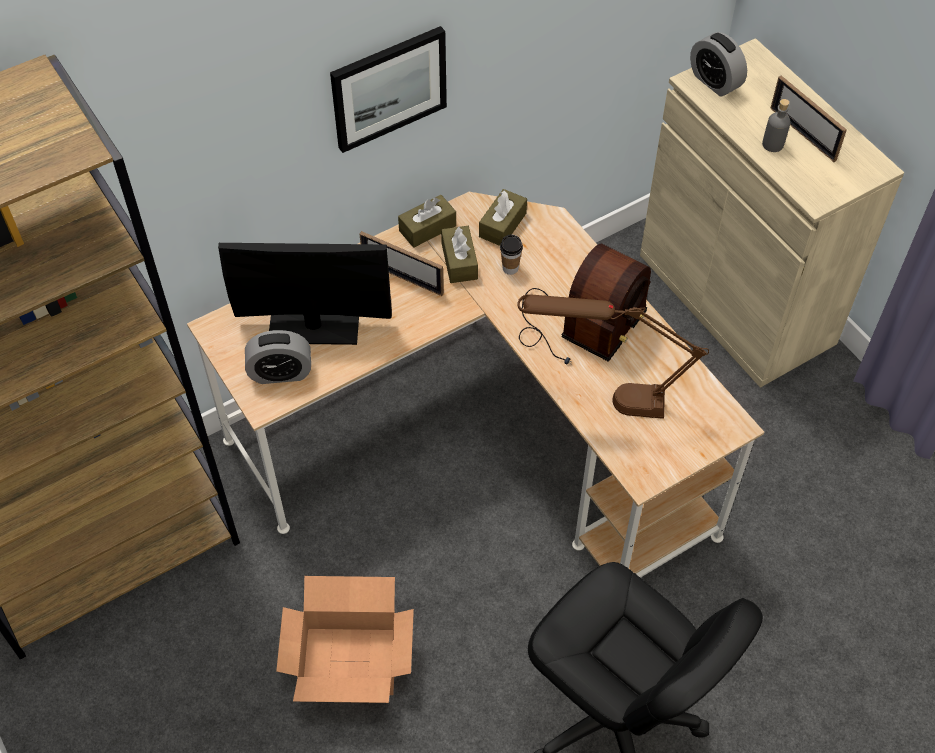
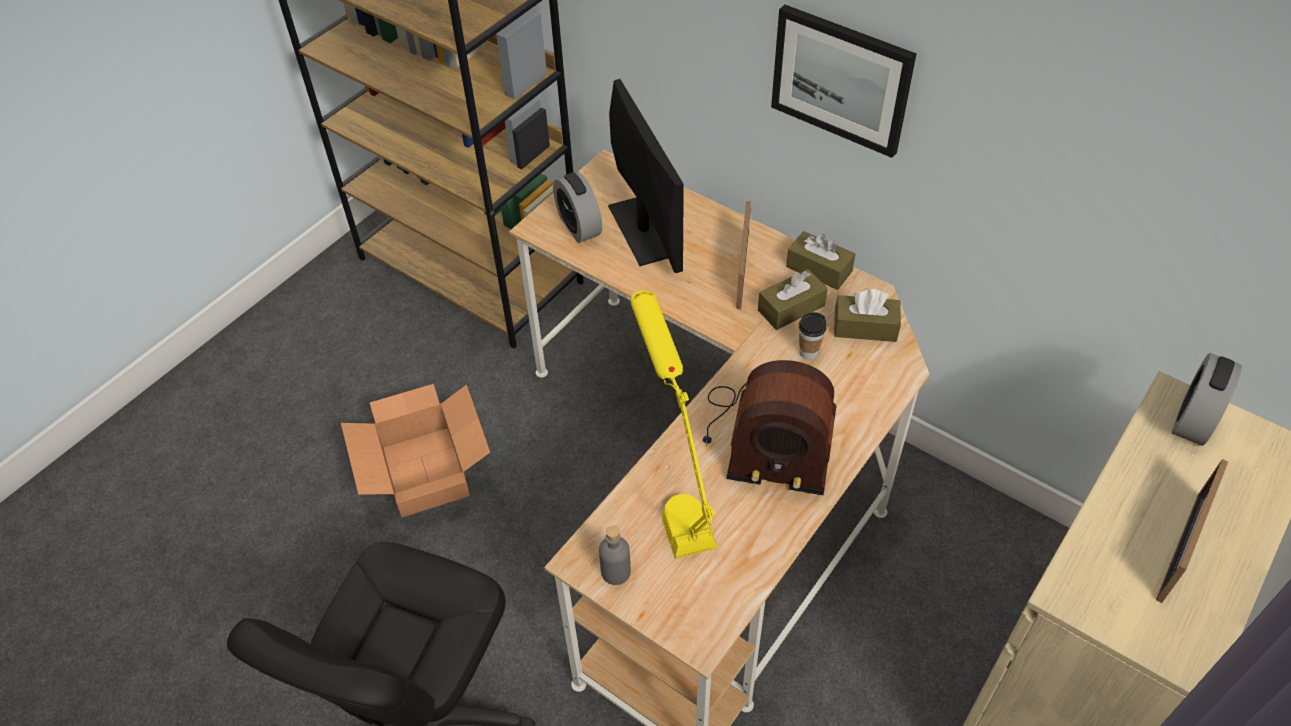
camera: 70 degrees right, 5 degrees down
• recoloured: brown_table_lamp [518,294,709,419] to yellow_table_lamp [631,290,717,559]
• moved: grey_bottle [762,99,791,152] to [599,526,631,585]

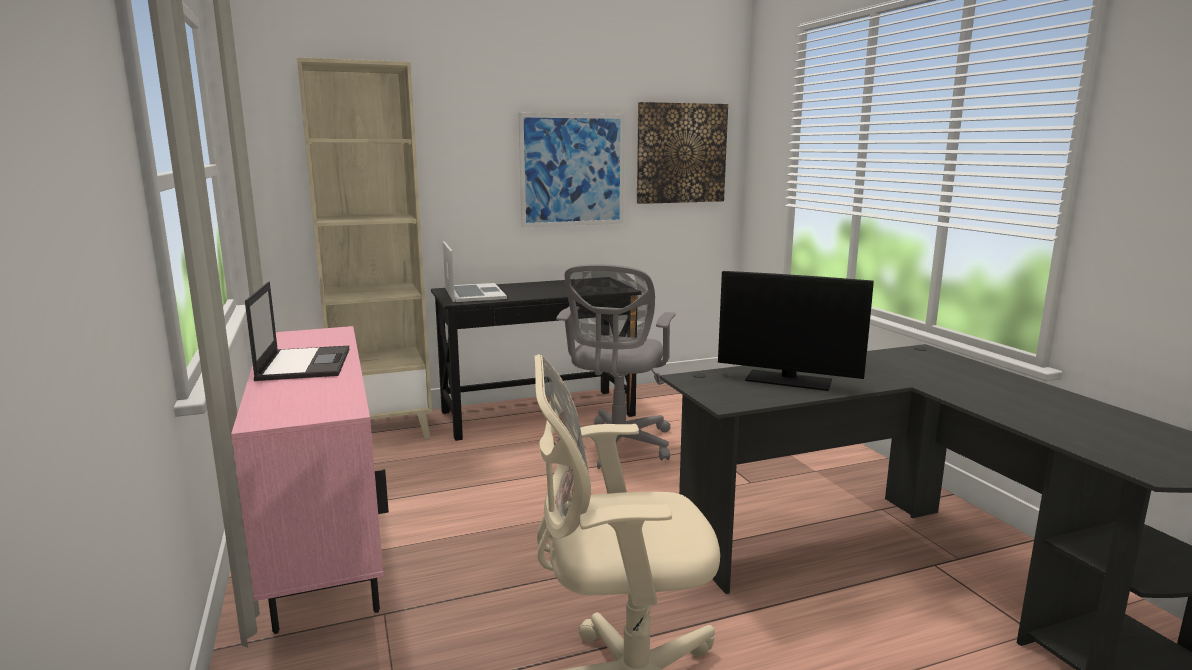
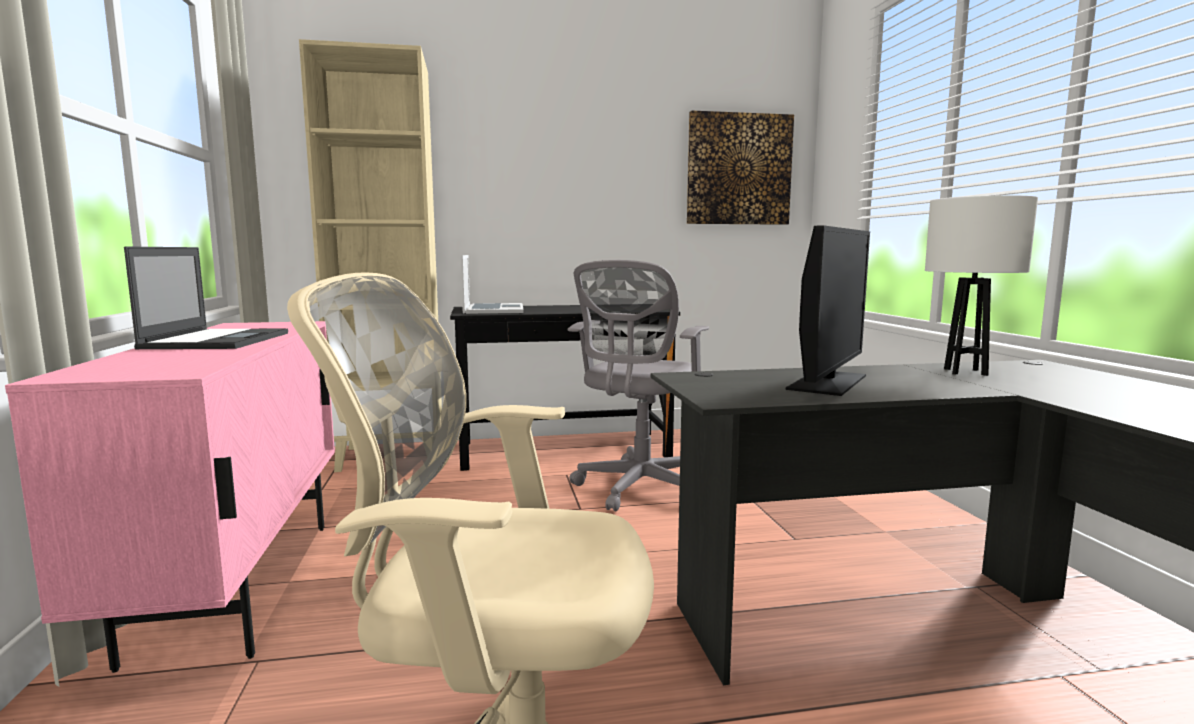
camera: 10 degrees right, 5 degrees down
• removed: picture [518,113,625,227]
• turned: monitor [718,271,874,391] = [786,225,870,396] 90 degrees counterclockwise
• added: white_table_lamp [925,195,1038,376]

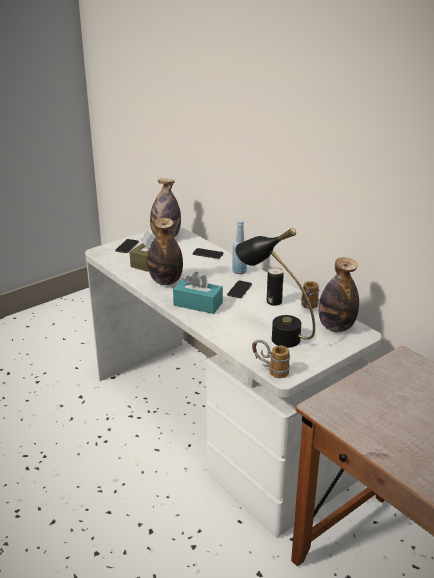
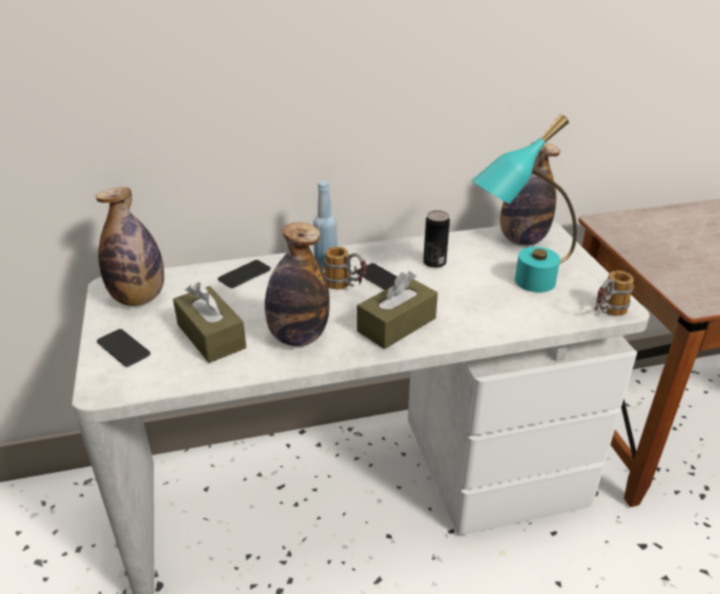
camera: 65 degrees left, 5 degrees up
• recoloured: turquoise_tissue_box [173,272,223,314] to brown_tissue_box [357,271,438,349]
• recoloured: black_table_lamp [235,228,315,348] to turquoise_table_lamp [471,114,577,292]
• moved: mug [301,281,319,309] to [324,246,367,290]

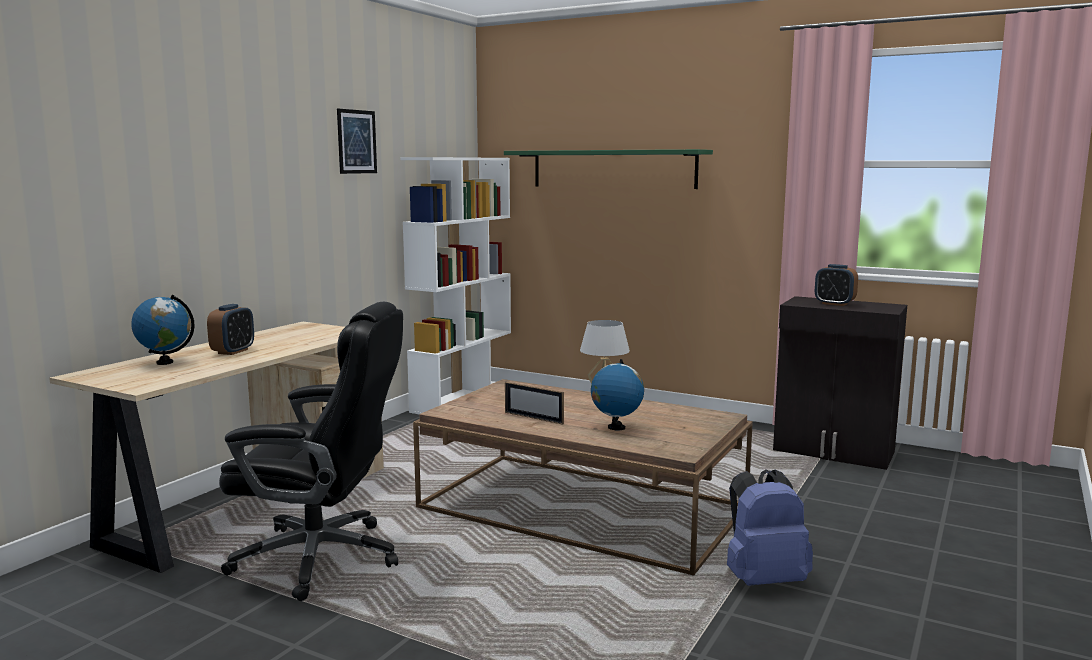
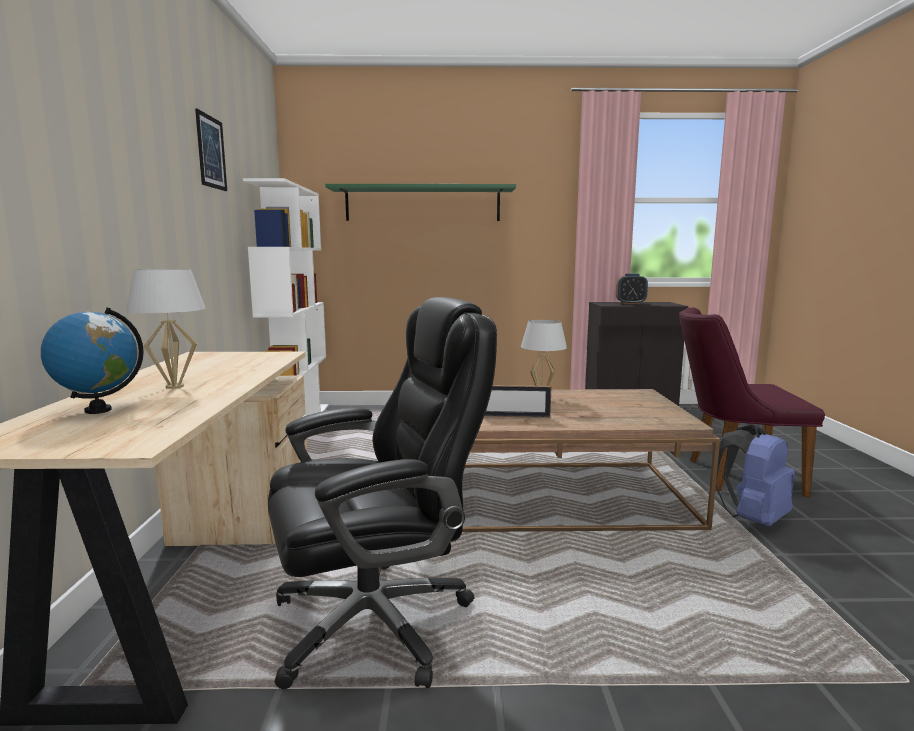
camera: 30 degrees left, 0 degrees up
• replaced: alarm_clock [207,304,254,355] to white_table_lamp [126,269,206,389]
• removed: globe [591,359,644,430]
• added: purple_chair [679,308,825,497]

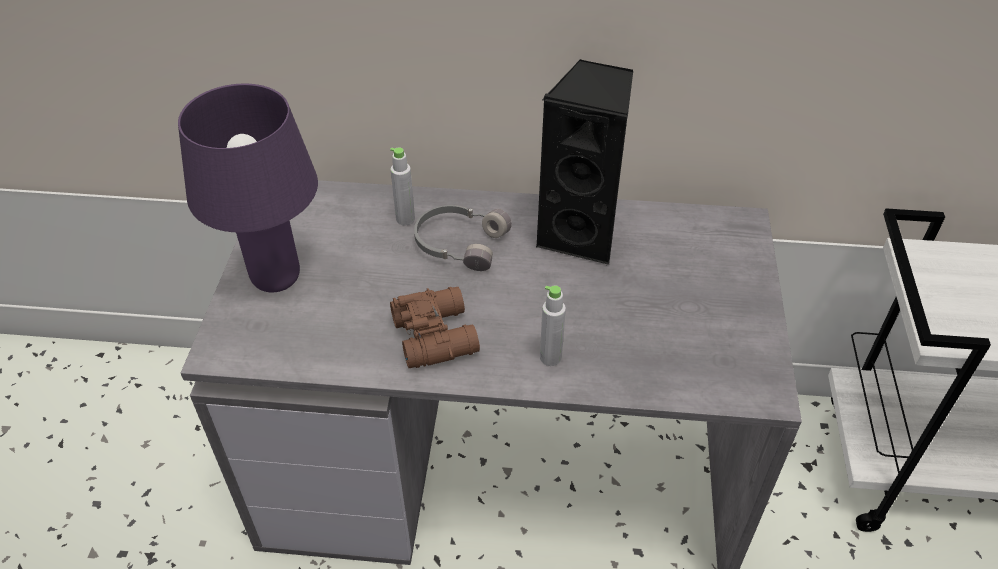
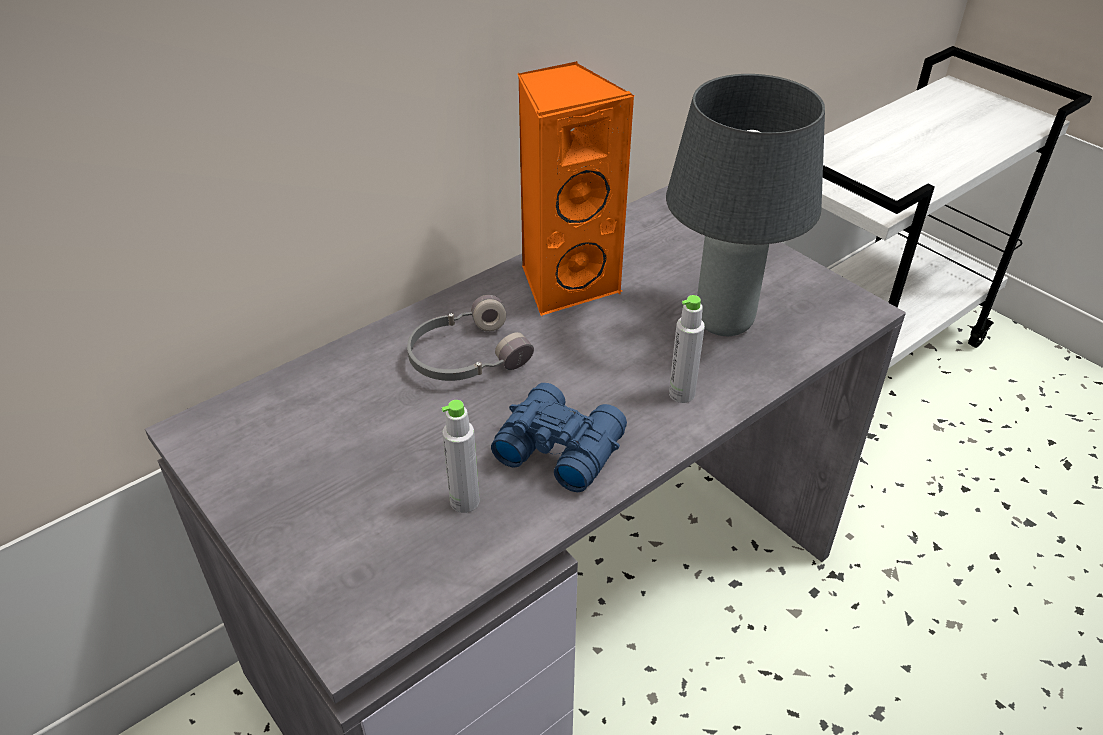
camera: 45 degrees left, 5 degrees down
• removed: purple_table_lamp [178,84,318,292]
• moved: grey_bottle [390,147,415,225] to [442,400,480,513]
• recoloured: brown_binoculars [390,287,480,368] to blue_binoculars [491,383,627,492]
• recoloured: black_speaker [536,59,633,265] to orange_speaker [517,61,634,316]
• added: grey_table_lamp [666,74,825,336]

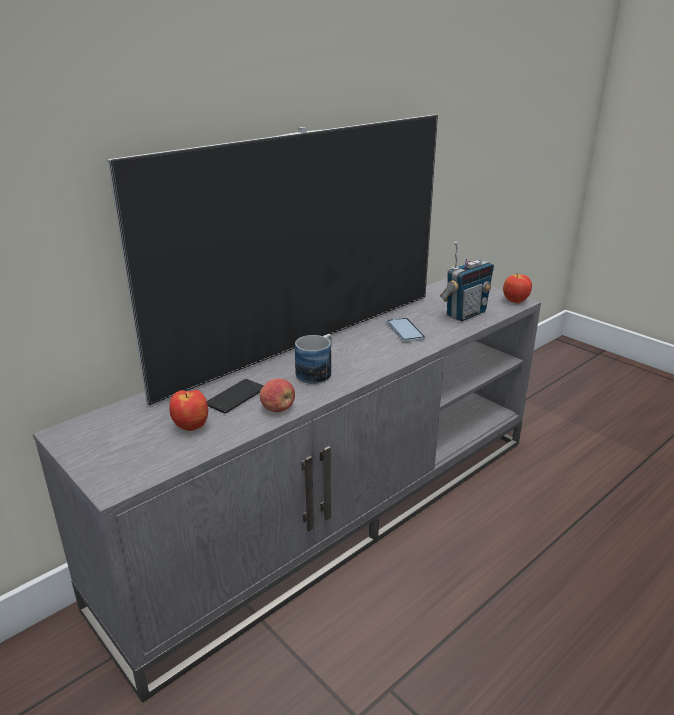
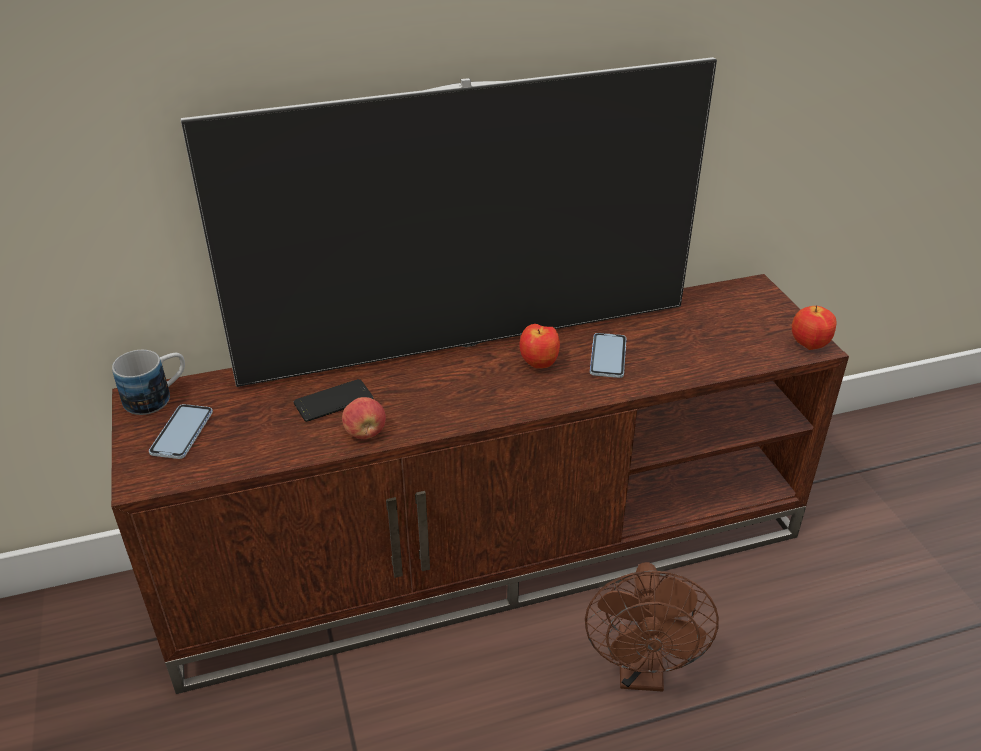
camera: 25 degrees right, 10 degrees up
• recoloured: grey_tv_stand [33,278,541,703] to brown_tv_stand [111,274,849,694]
• moved: apple [169,390,208,431] to [519,324,560,368]
• moved: mug [295,334,333,384] to [112,350,185,415]
• removed: radio [440,242,494,321]
• added: phone [149,404,213,459]
• added: brown_fan [585,562,719,692]

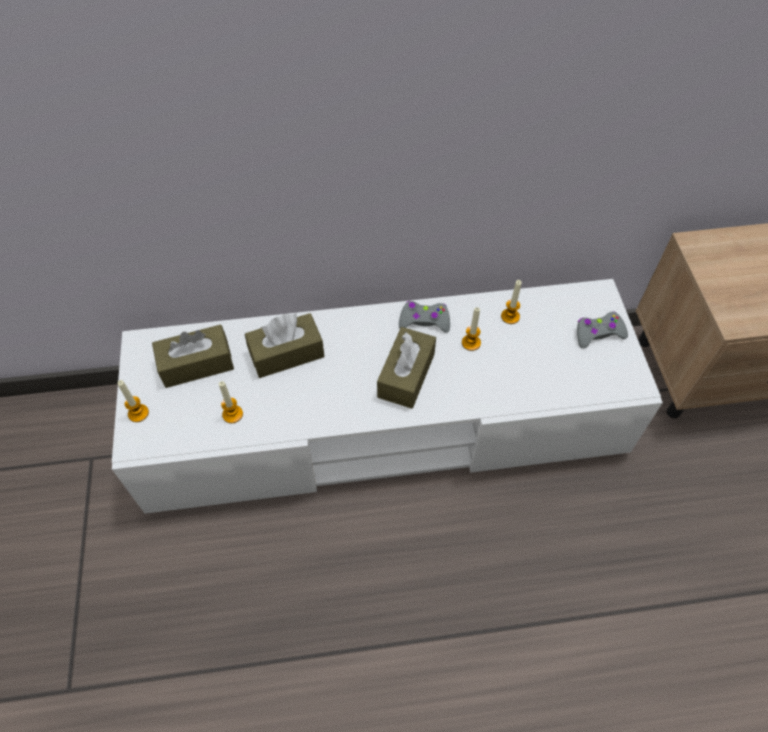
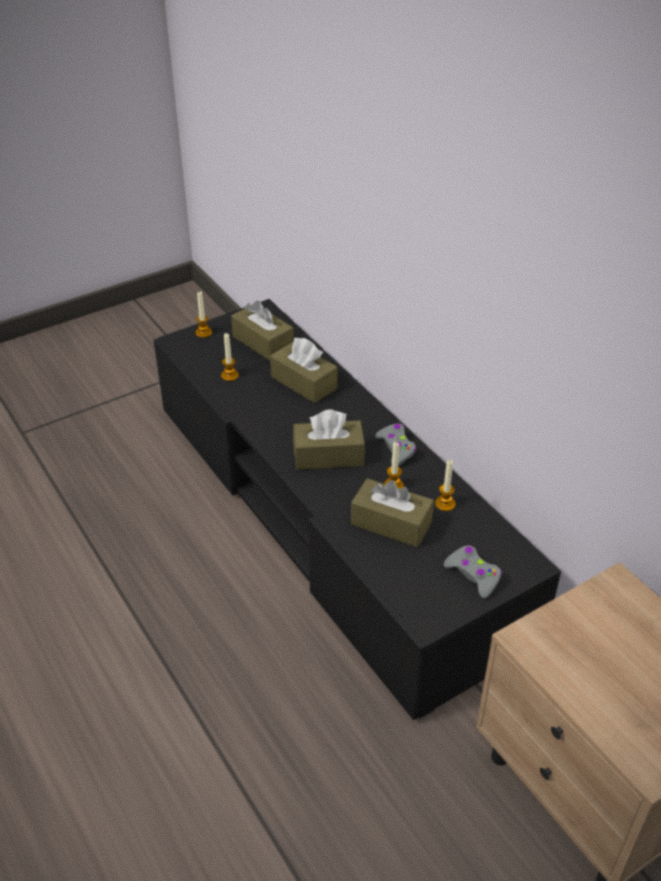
camera: 65 degrees right, 15 degrees down
• recoloured: white_tv_stand [112,279,663,514] to black_tv_stand [153,299,561,720]
• added: brown_tissue_box [351,478,434,547]

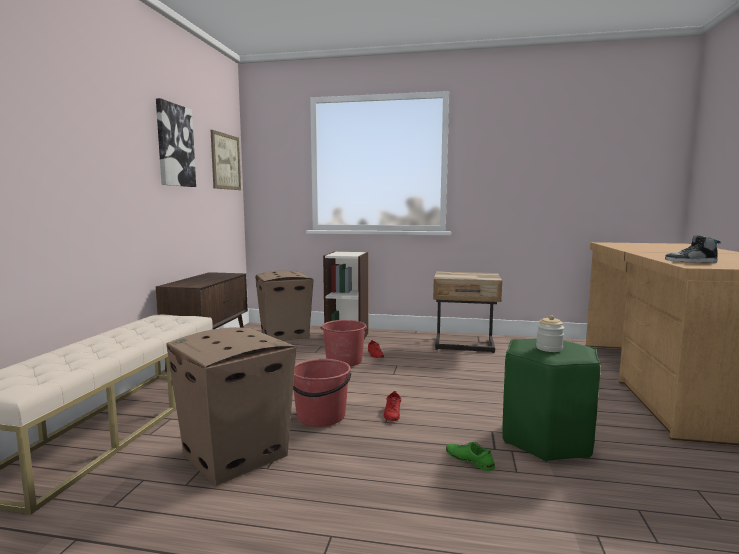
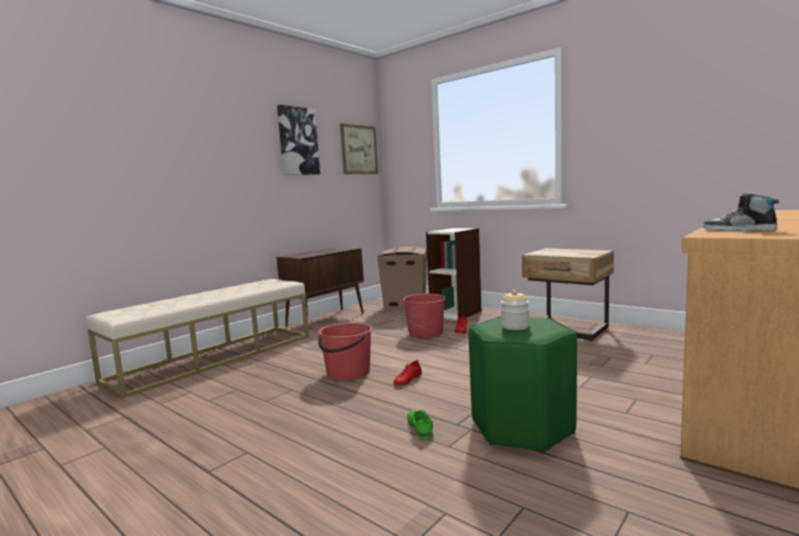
camera: 30 degrees right, 0 degrees up
• removed: cardboard_box [166,327,297,486]

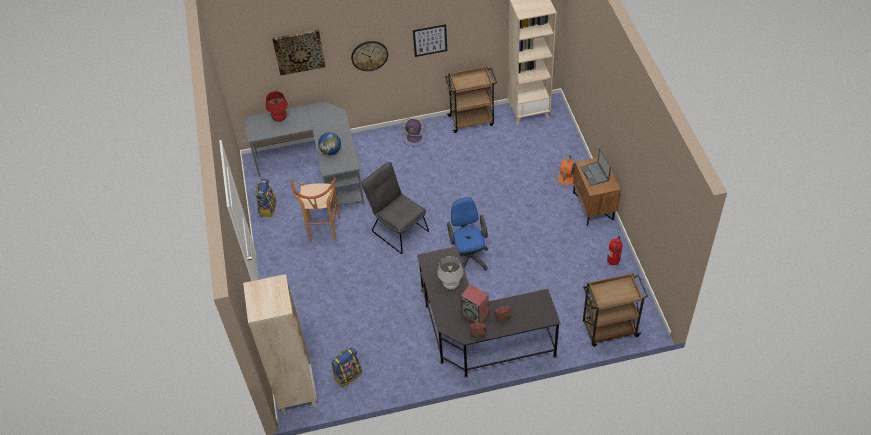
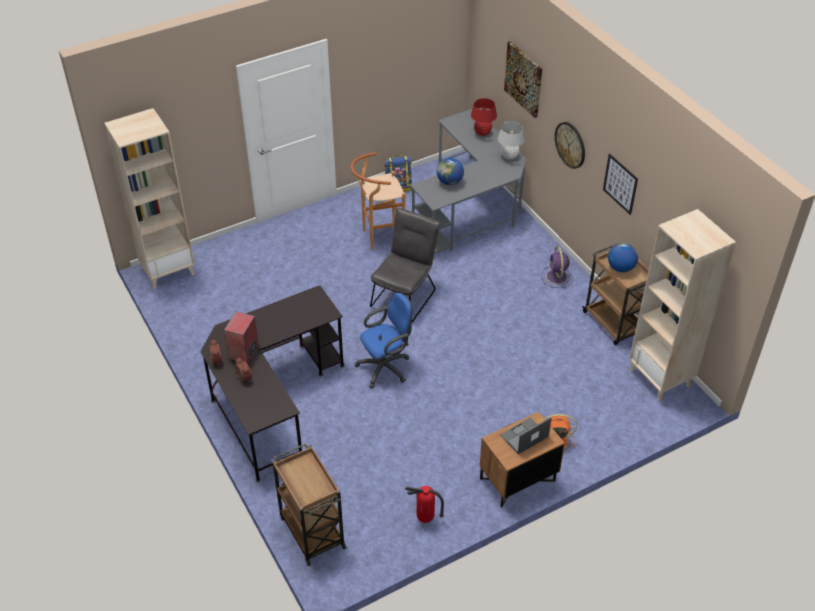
camera: 70 degrees right, 5 degrees down
• removed: backpack [331,347,362,387]
• moved: white_table_lamp [437,256,463,289] to [498,121,524,160]
• added: globe [608,242,638,272]

